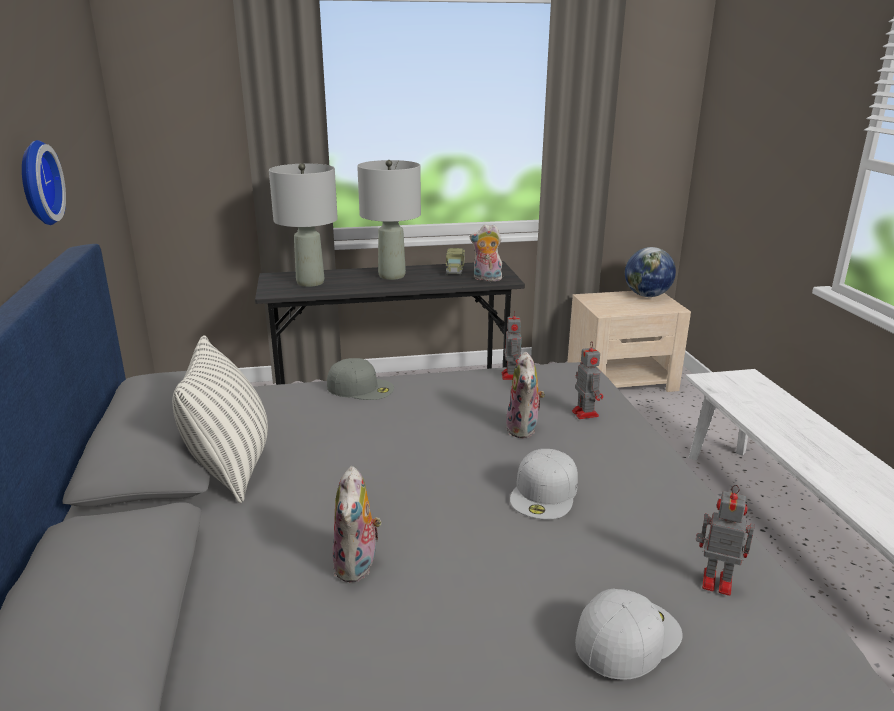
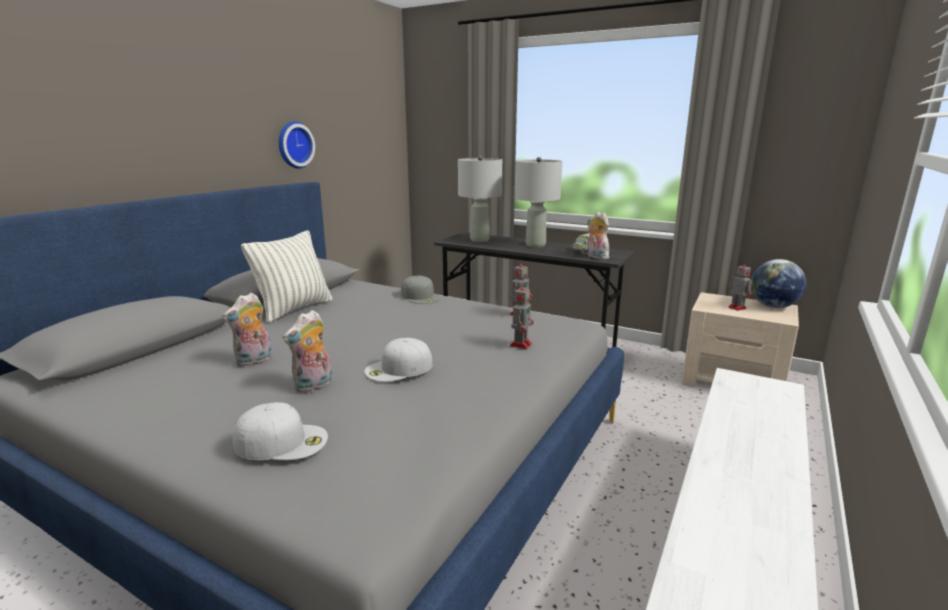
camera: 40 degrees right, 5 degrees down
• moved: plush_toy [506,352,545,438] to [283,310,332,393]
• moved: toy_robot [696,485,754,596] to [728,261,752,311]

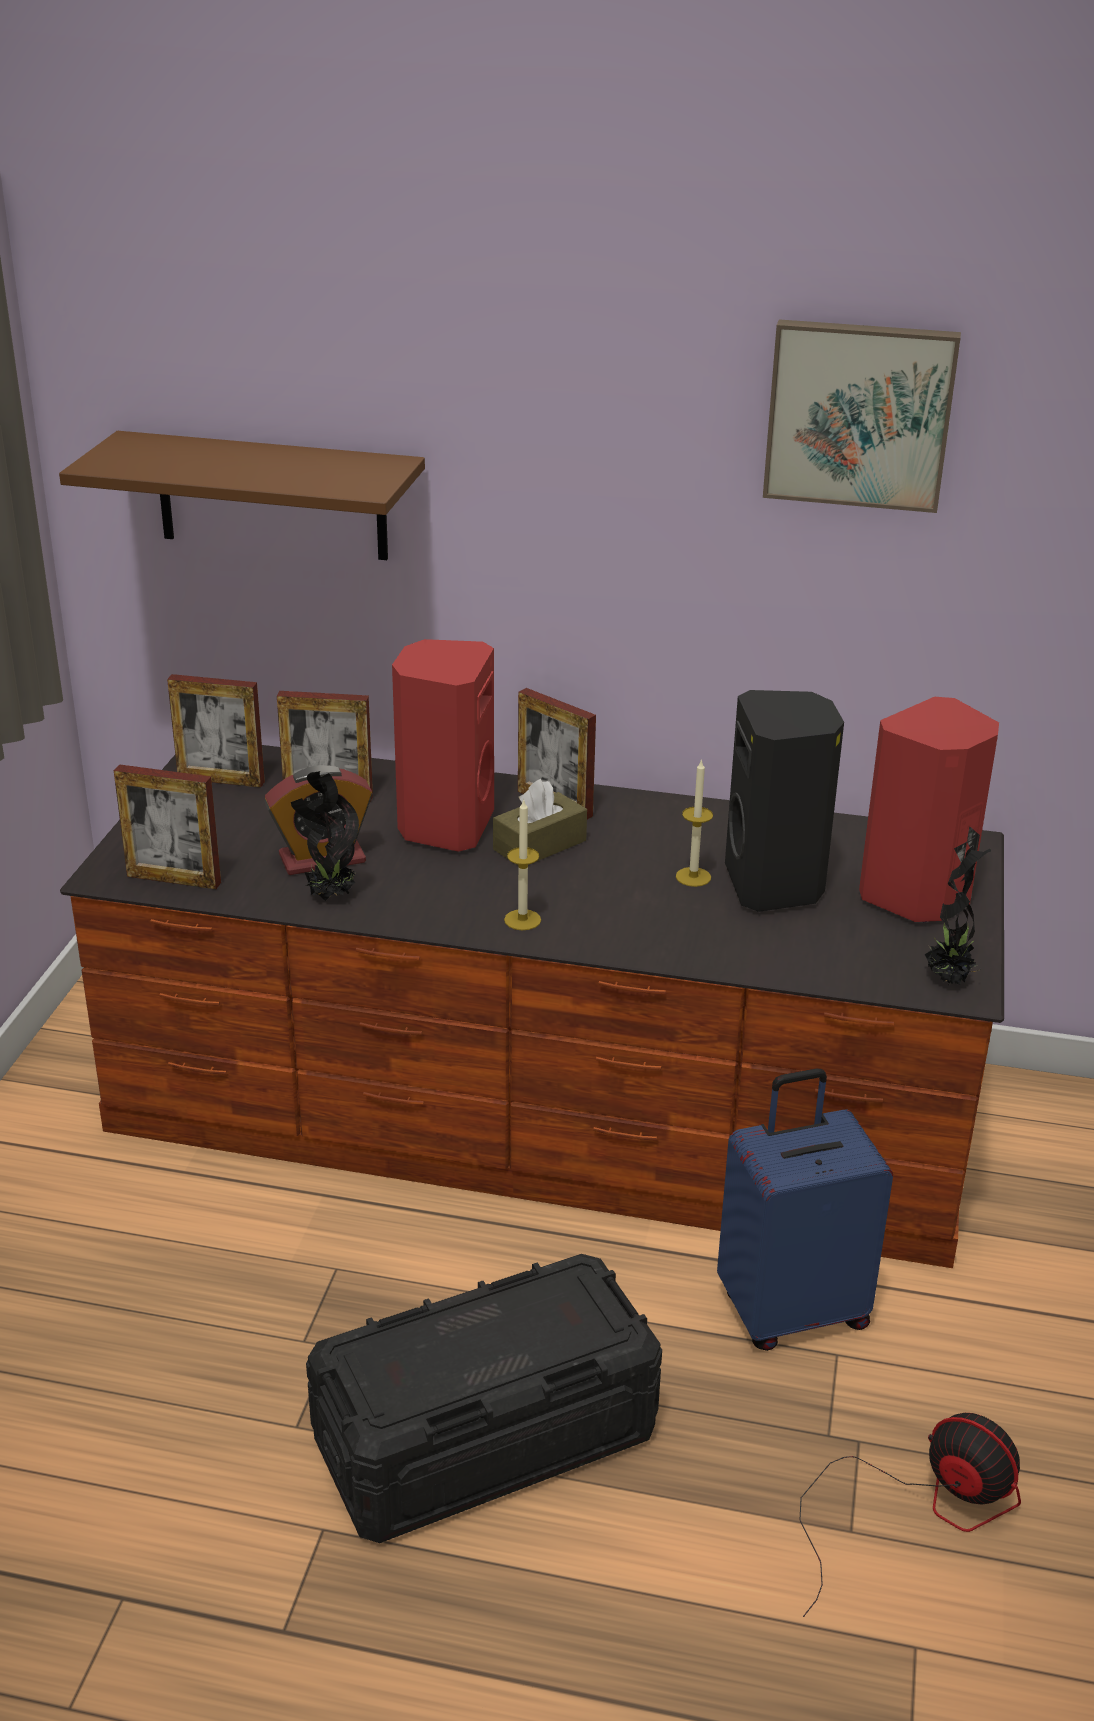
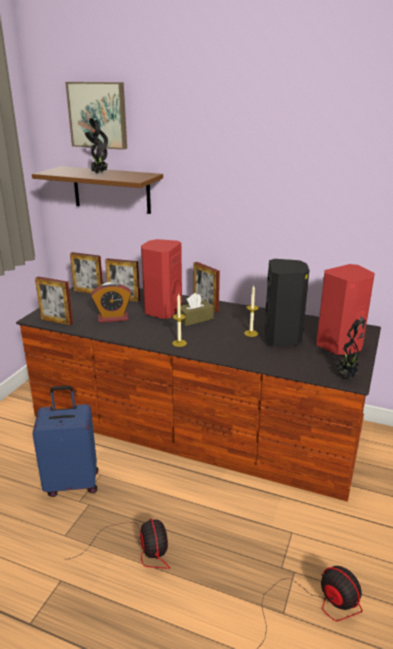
camera: 10 degrees right, 5 degrees down
• moved: potted_plant [291,771,359,901] to [85,118,108,174]
• replaced: black_storage_box [306,1254,662,1543] to fan [65,519,170,569]
• moved: blue_suitcase [717,1068,893,1351] to [32,386,98,497]
• moved: picture [763,319,961,513] to [65,82,127,150]

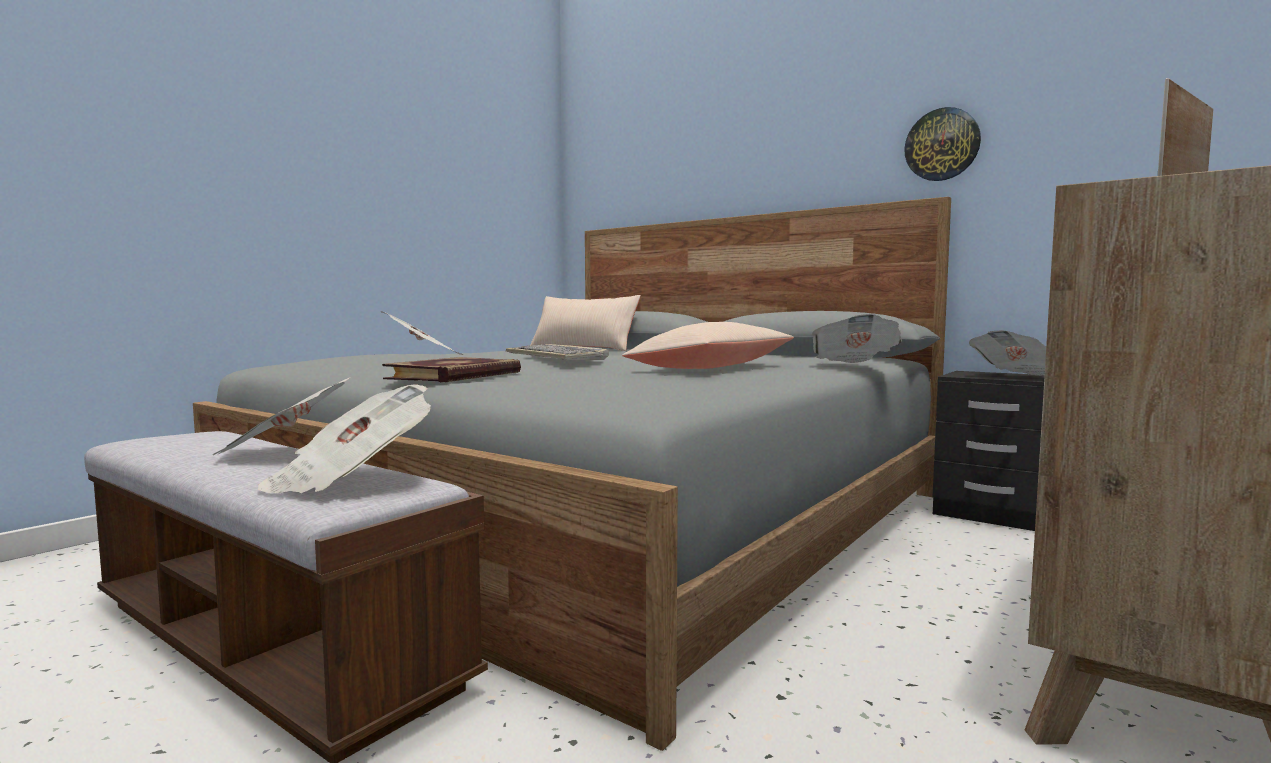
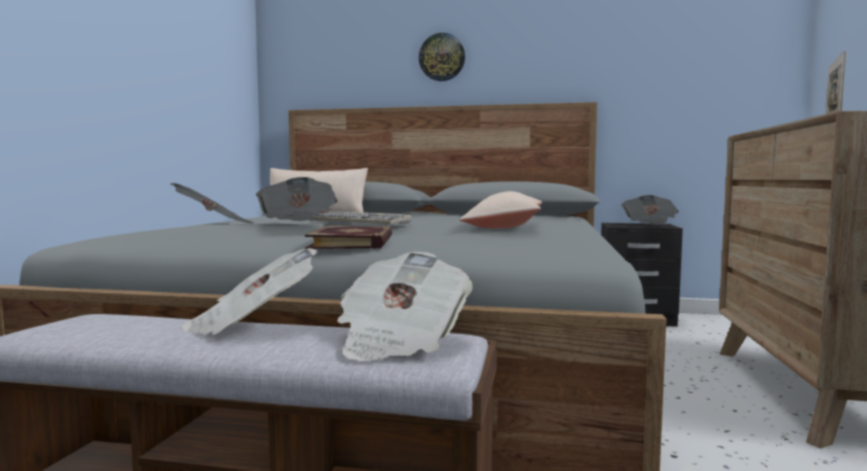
camera: 25 degrees left, 0 degrees up
• moved: newspaper [812,314,902,363] to [256,177,337,221]
• moved: wall_clock [904,107,981,181] to [419,33,465,81]

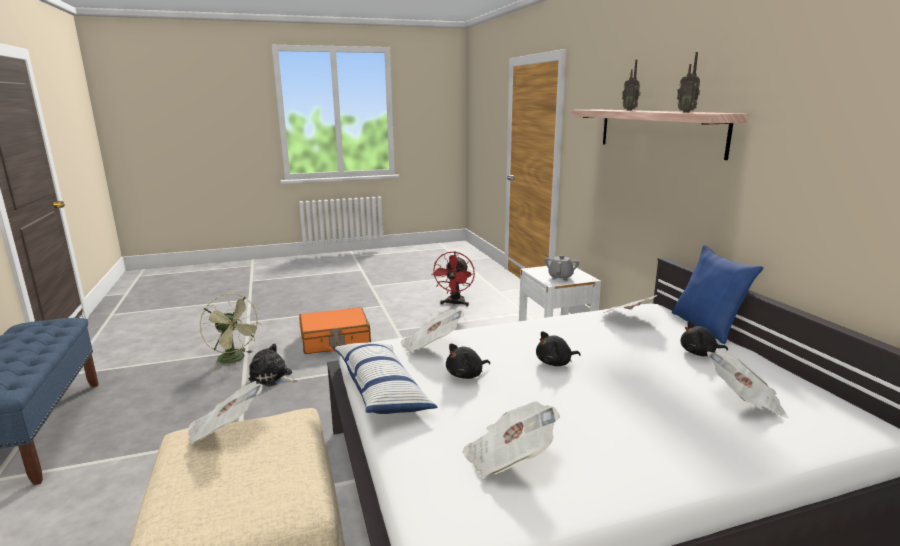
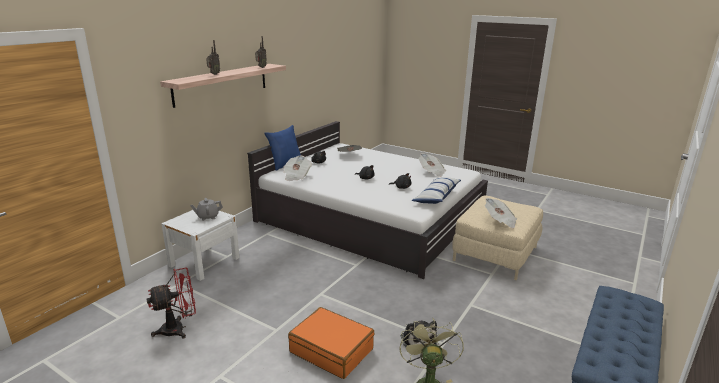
camera: 130 degrees left, 5 degrees up
• removed: newspaper [400,309,464,353]

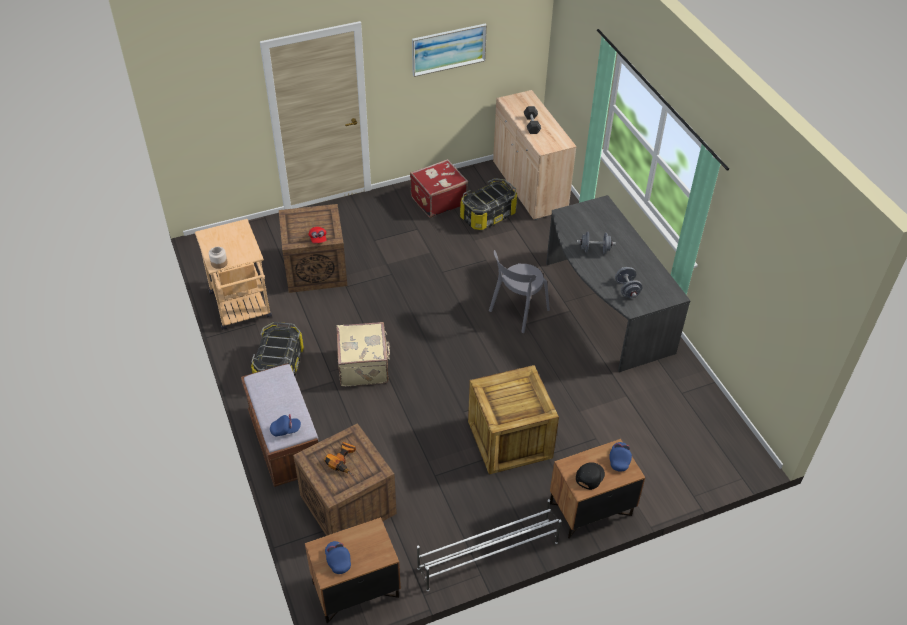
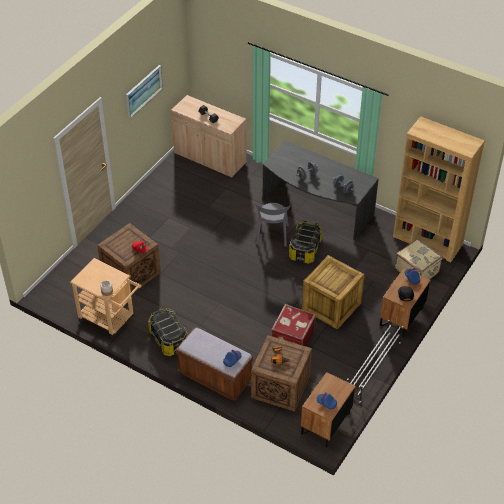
camera: 35 degrees left, 0 degrees up
• moved: beige_suitcase [336,322,390,387] to [395,238,443,280]
• moved: red_suitcase [410,159,468,218] to [271,304,316,346]
• moved: storage_box [460,178,517,230] to [289,220,322,264]
• added: brown_bookcase [393,116,485,262]

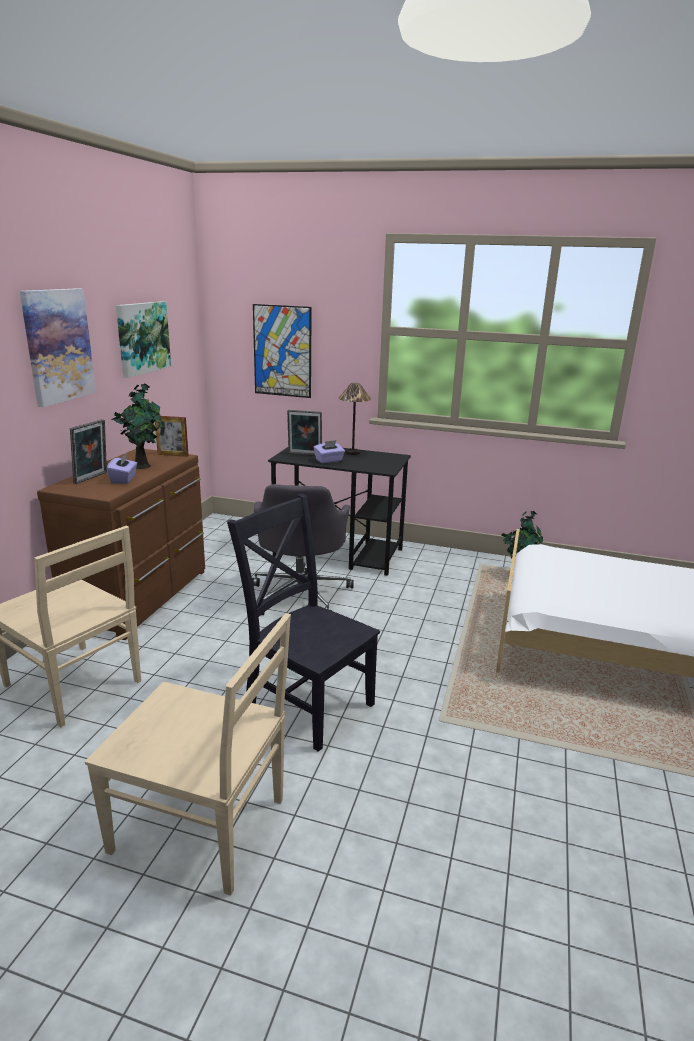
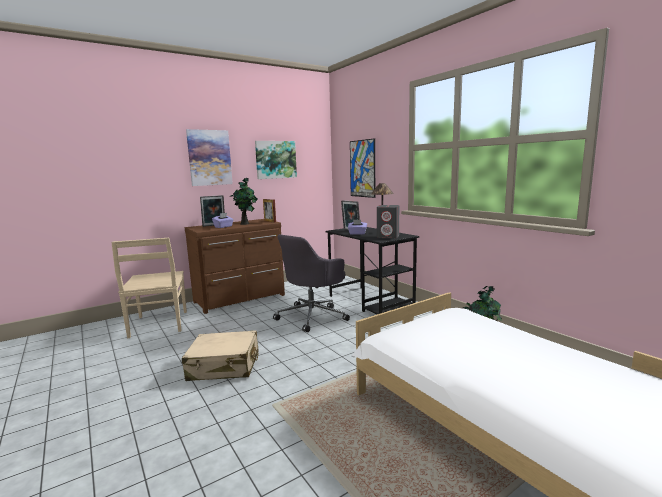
camera: 40 degrees right, 10 degrees down
• removed: beige_chair [85,613,291,896]
• replaced: black_chair [227,493,380,752] to beige_suitcase [182,330,259,381]
• added: grey_speaker [377,205,399,238]

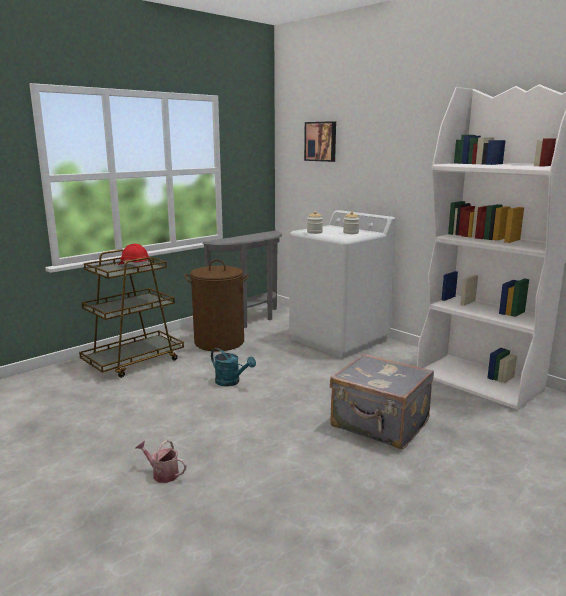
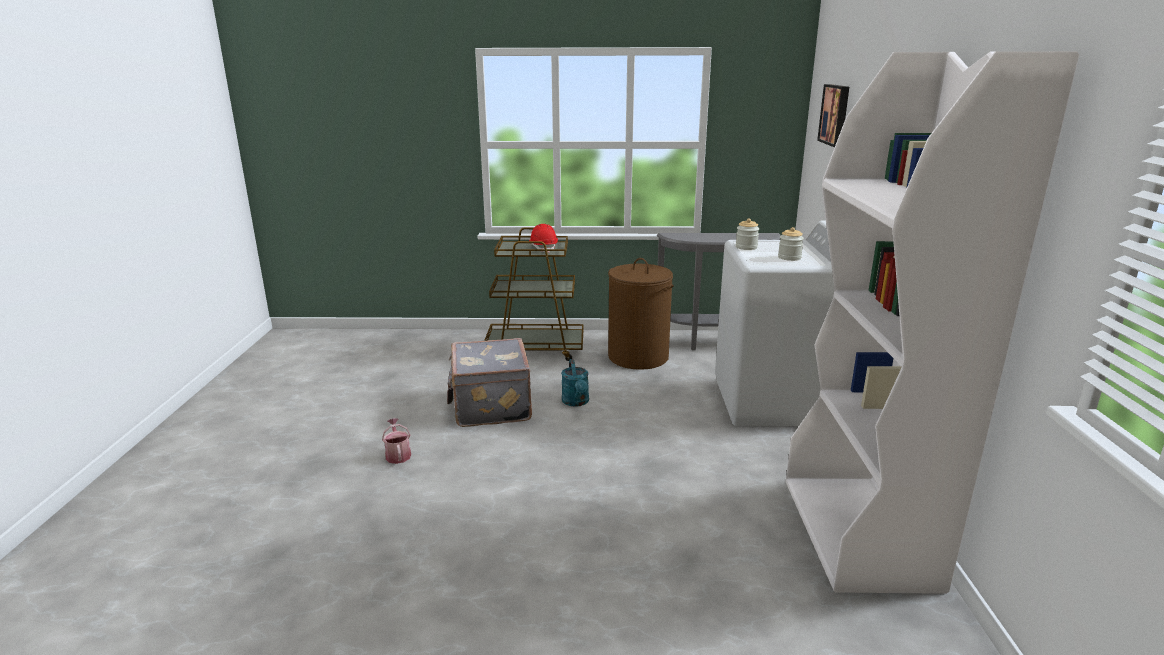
camera: 45 degrees right, 5 degrees up
• moved: grey_suitcase [330,354,434,449] to [447,338,532,427]

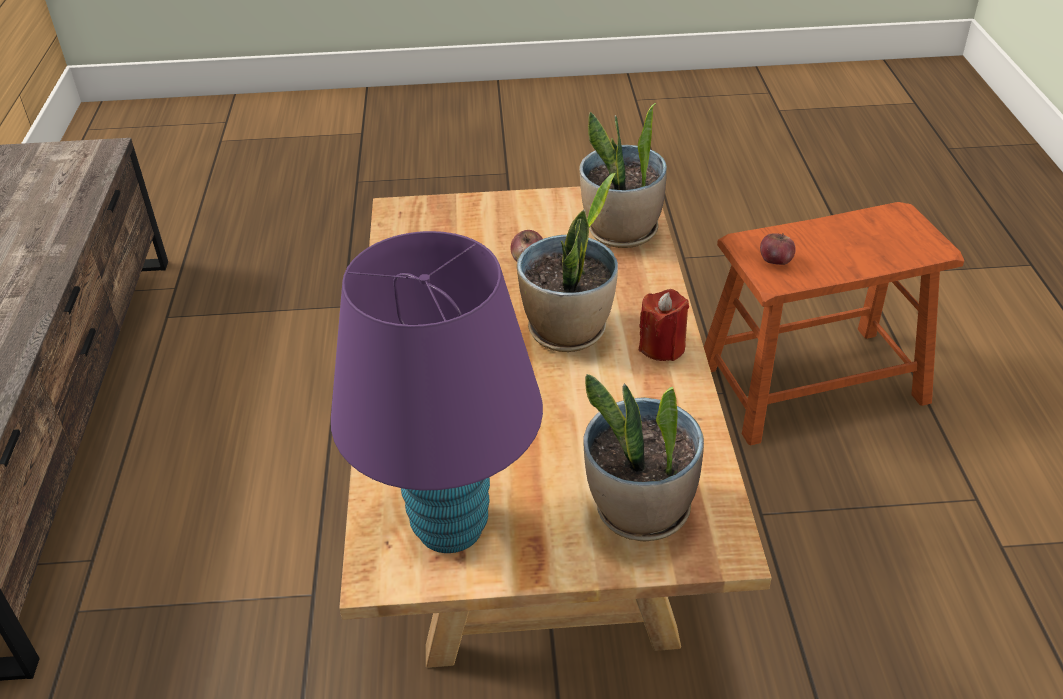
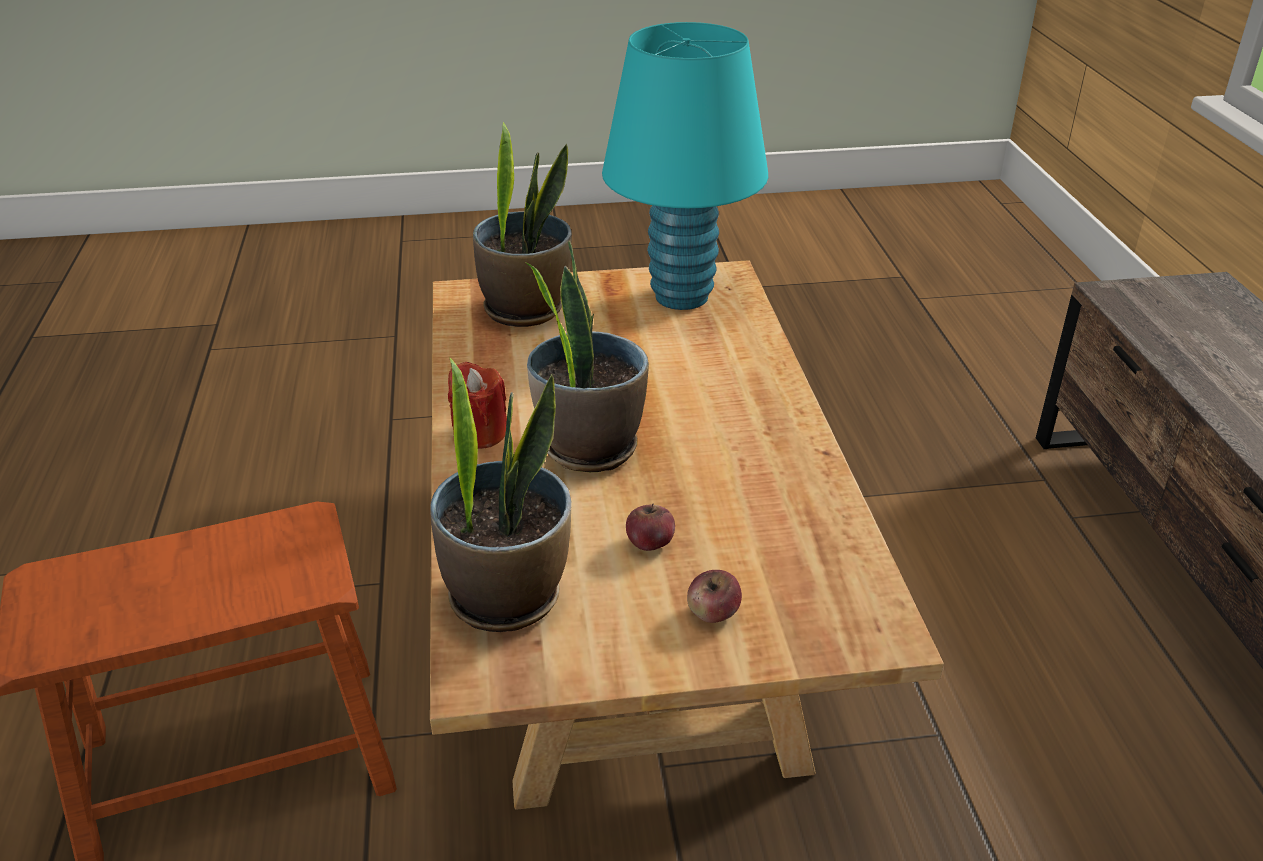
camera: 175 degrees right, 5 degrees down
• recoloured: purple_table_lamp [331,231,543,553] to turquoise_table_lamp [602,22,768,310]
• moved: apple [760,233,796,265] to [687,570,742,623]

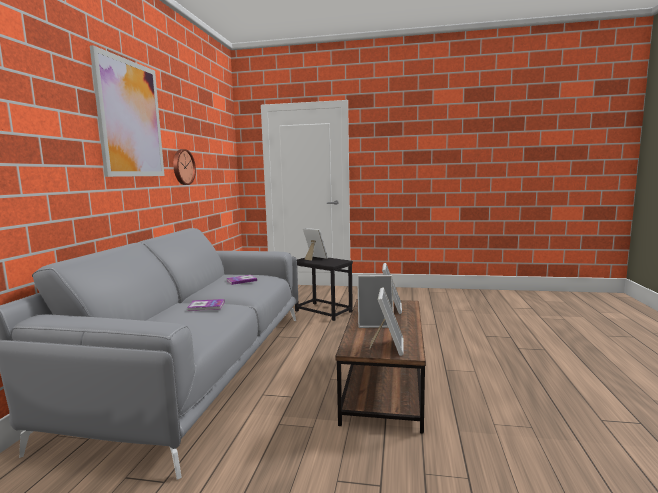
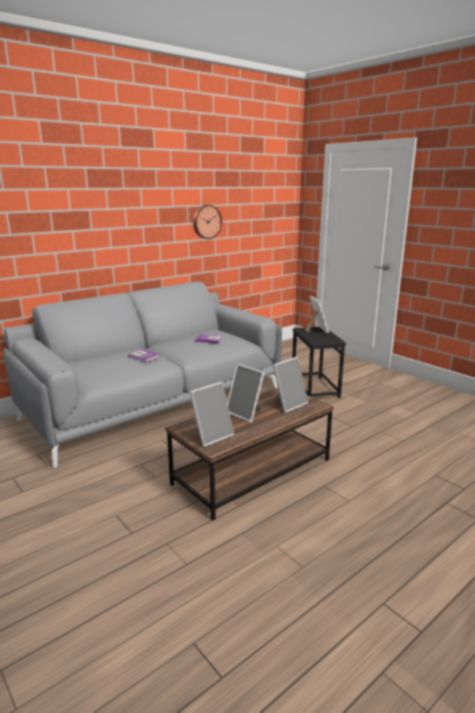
camera: 40 degrees right, 10 degrees up
• removed: picture [90,45,165,177]

